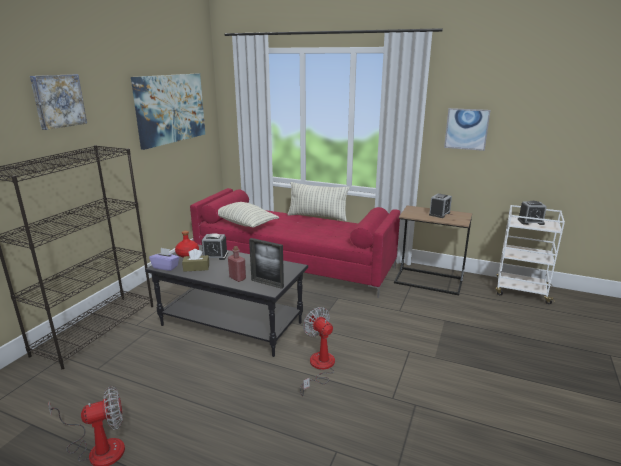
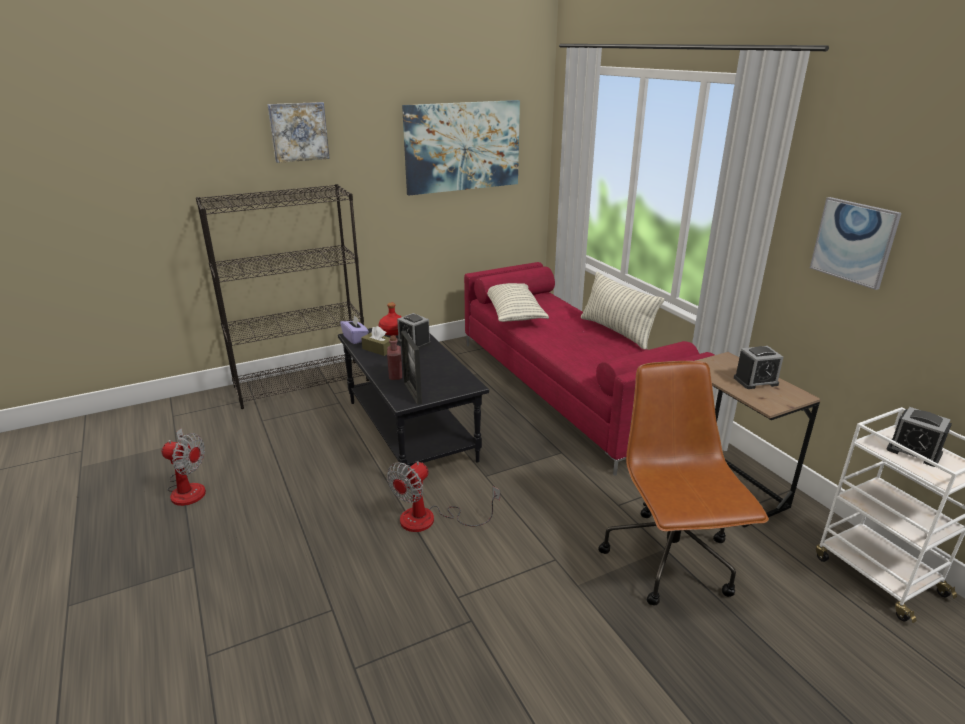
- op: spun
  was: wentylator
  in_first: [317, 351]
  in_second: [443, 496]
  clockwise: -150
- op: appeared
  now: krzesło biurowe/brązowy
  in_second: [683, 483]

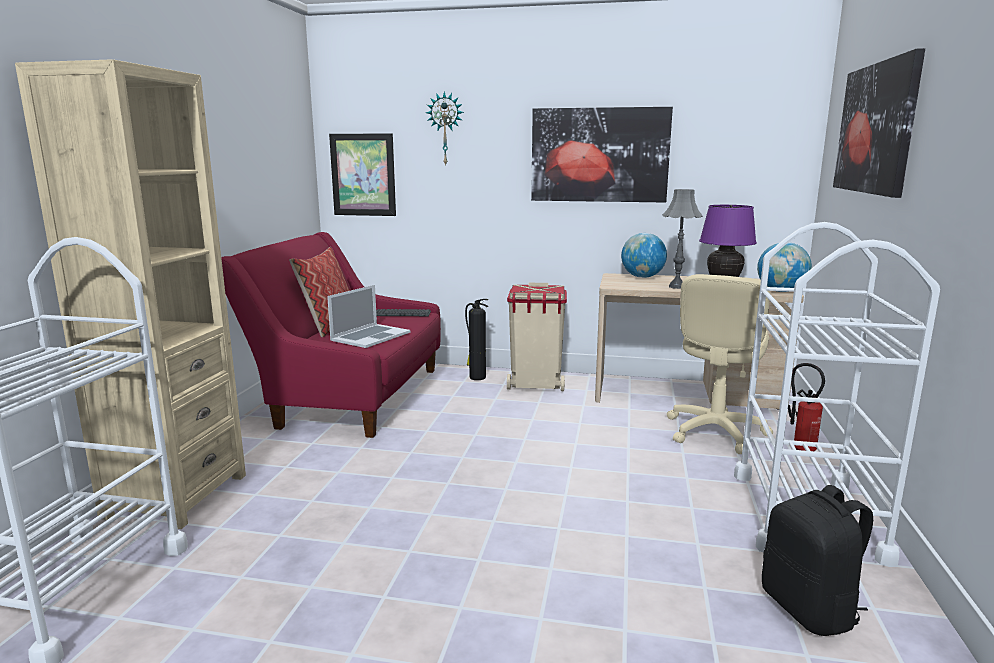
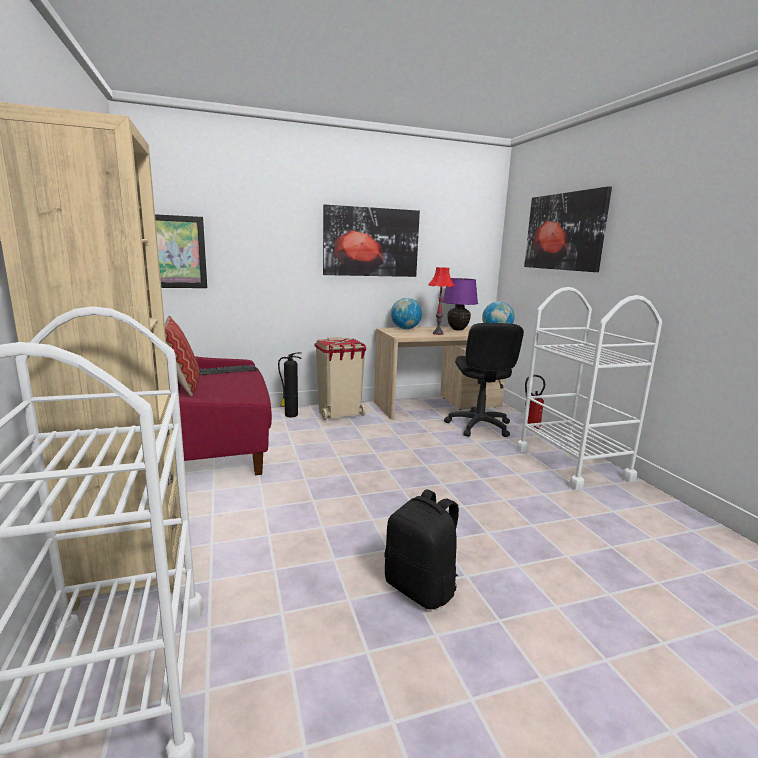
- op: relocated
  was: plecak/czarny
  in_first: [817, 560]
  in_second: [422, 549]
- op: colour
  was: lampa stołowa/szary
  now: lampa stołowa/czerwony
  in_first: [682, 239]
  in_second: [442, 301]
- op: colour
  was: krzesło biurowe/beżowy
  now: krzesło biurowe/czarny
  in_first: [720, 364]
  in_second: [484, 380]
- op: missing
  was: laptop
  in_first: [368, 316]
- op: missing
  was: zegar ścienny
  in_first: [445, 128]

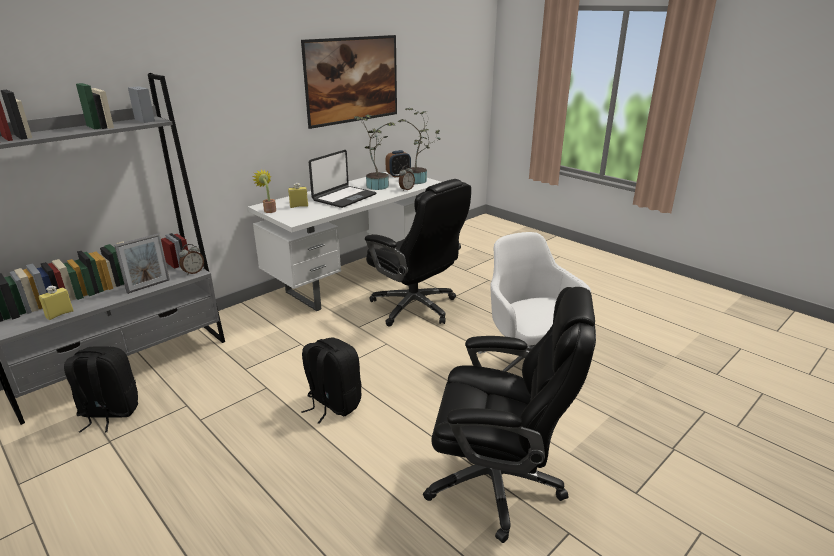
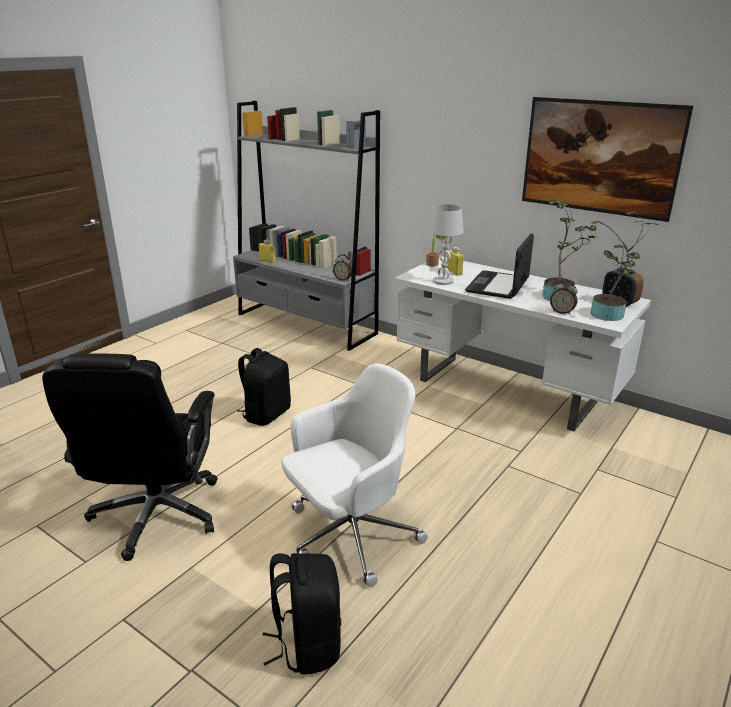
- op: relocated
  was: plecak/czarny
  in_first: [101, 389]
  in_second: [301, 614]
- op: appeared
  now: lampa stołowa/biały
  in_second: [446, 244]
- op: spun
  was: laptop
  in_first: [343, 179]
  in_second: [499, 266]
  clockwise: 90
- op: missing
  was: ramka na zdjęcie
  in_first: [142, 263]
- op: missing
  was: krzesło biurowe/czarny
  in_first: [418, 252]

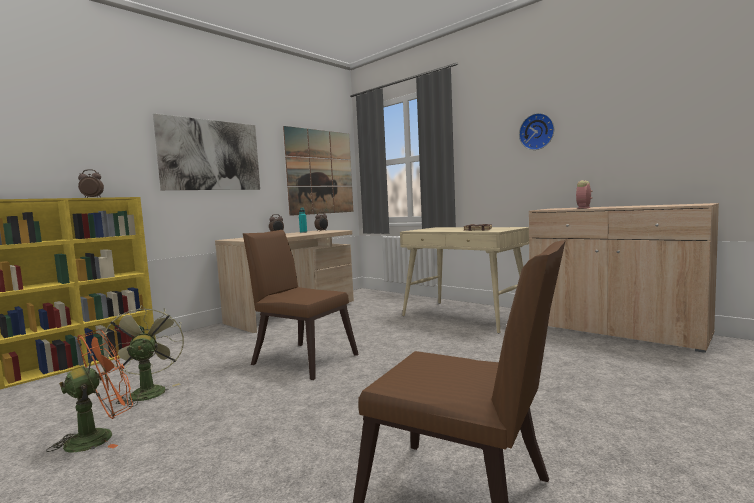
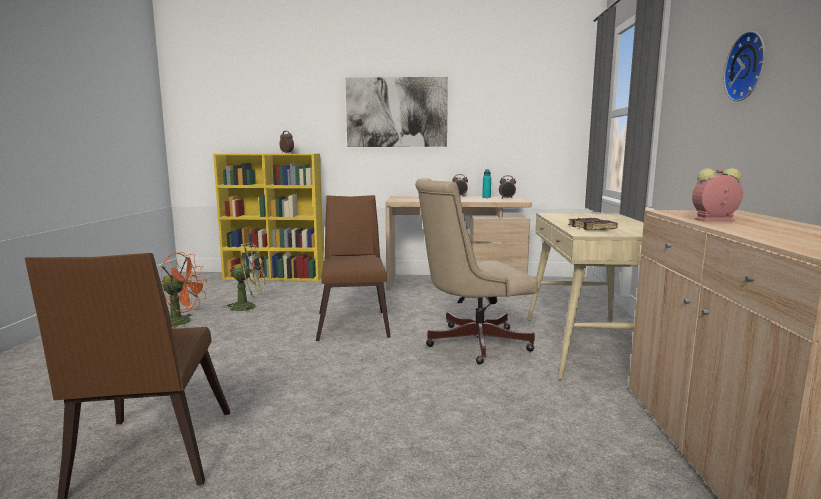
- op: spun
  was: wentylator/zielony
  in_first: [143, 356]
  in_second: [244, 278]
  clockwise: 45
- op: appeared
  now: krzesło biurowe/beżowy
  in_second: [476, 271]
- op: missing
  was: obraz
  in_first: [318, 171]

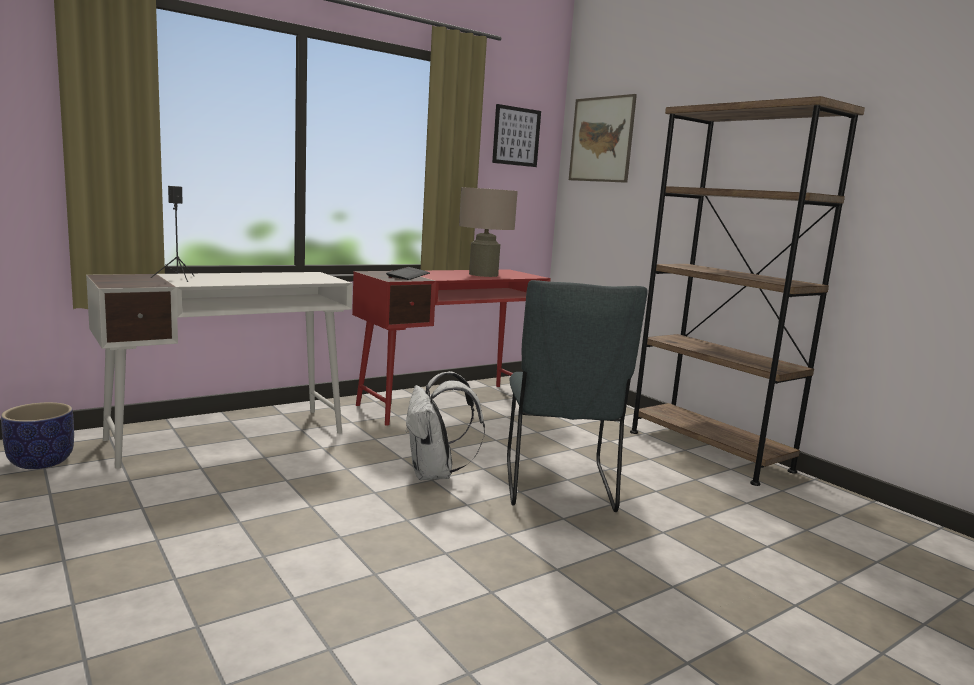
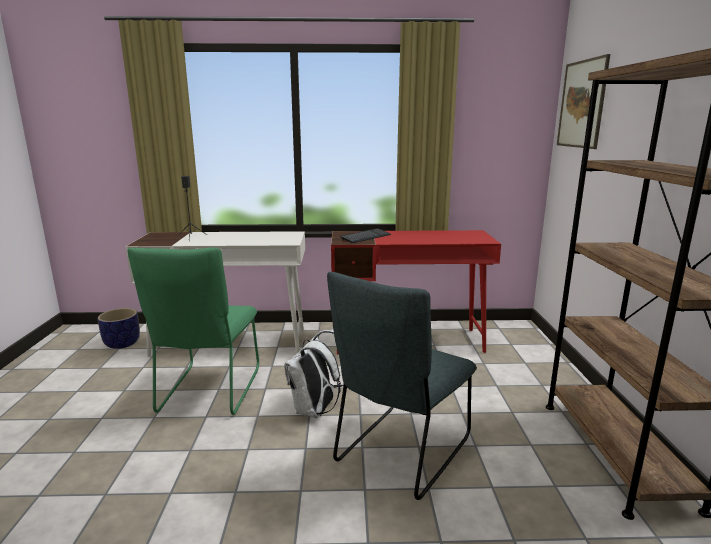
- op: appeared
  now: krzesło/zielony
  in_second: [193, 331]
- op: missing
  was: lampa stołowa/beżowy
  in_first: [488, 232]
- op: missing
  was: obraz
  in_first: [516, 135]

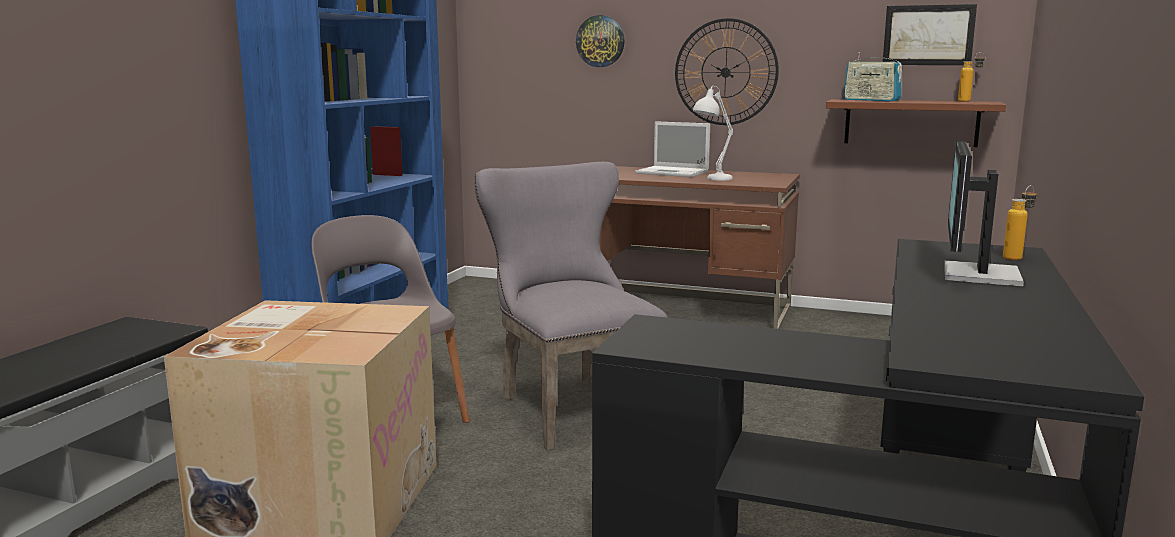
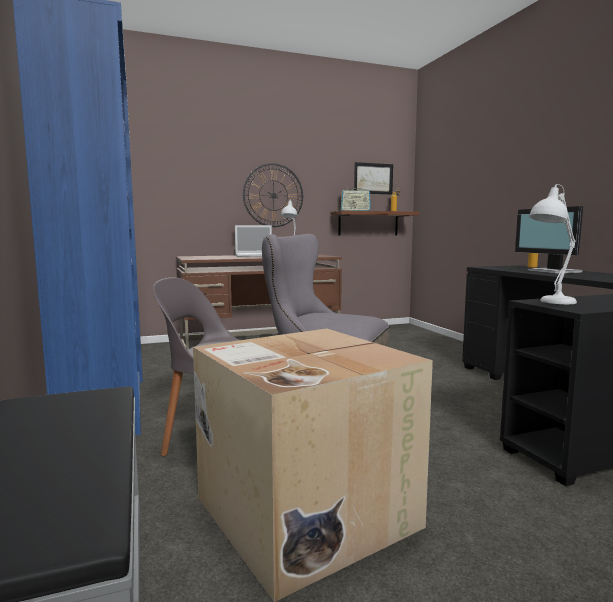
- op: appeared
  now: lampa stołowa/biały
  in_second: [553, 244]
- op: missing
  was: zegar ścienny
  in_first: [600, 41]

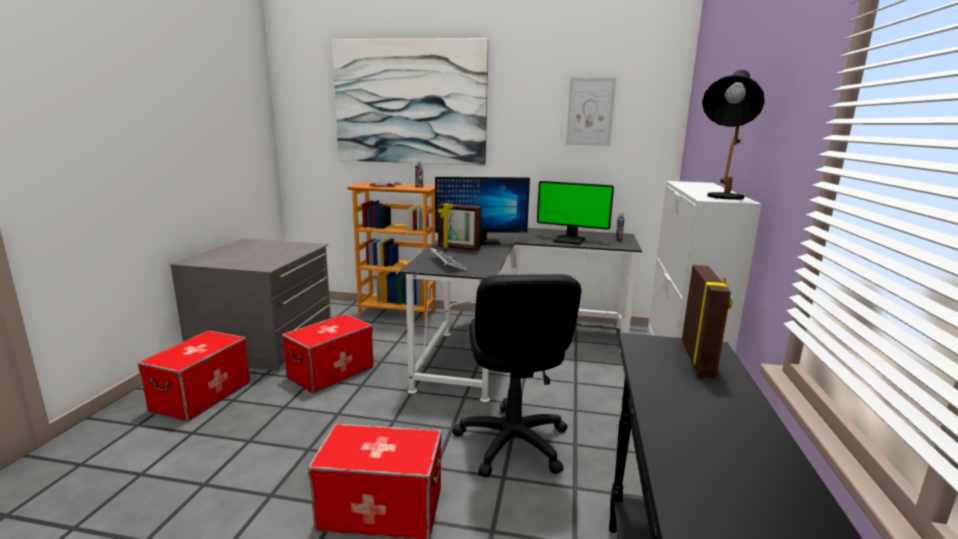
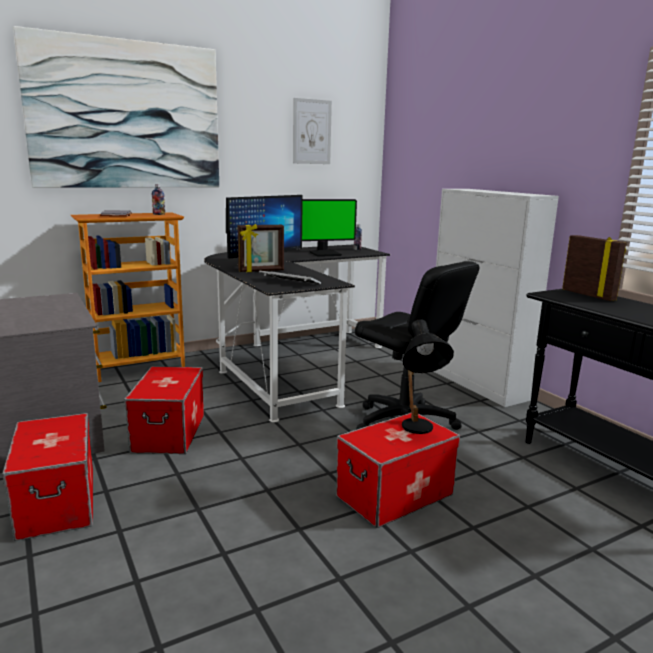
- op: relocated
  was: lampa stołowa/czarny
  in_first: [733, 135]
  in_second: [428, 376]

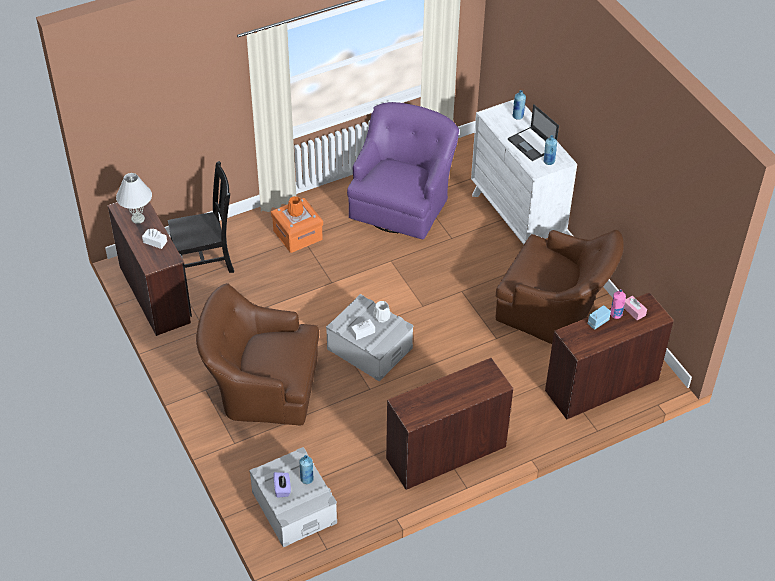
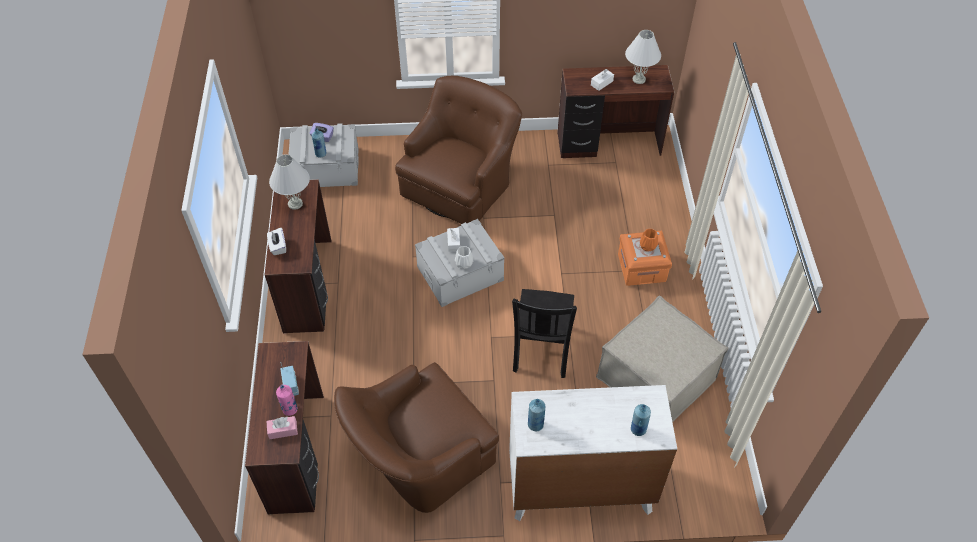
- op: appeared
  now: pudełko chusteczek/biały
  in_second: [276, 241]
- op: appeared
  now: lampa stołowa/biały
  in_second: [289, 182]
- op: relocated
  was: krzesło/czarny
  in_first: [201, 217]
  in_second: [544, 333]
- op: exchanged
  was: fotel/fioletowy
  now: pufa/beżowy
  in_first: [403, 170]
  in_second: [662, 359]
- op: missing
  was: laptop
  in_first: [533, 132]

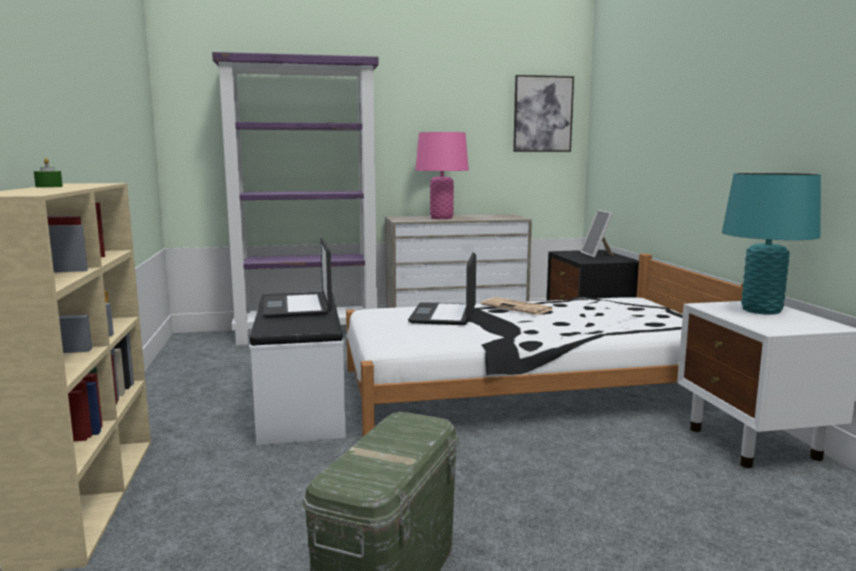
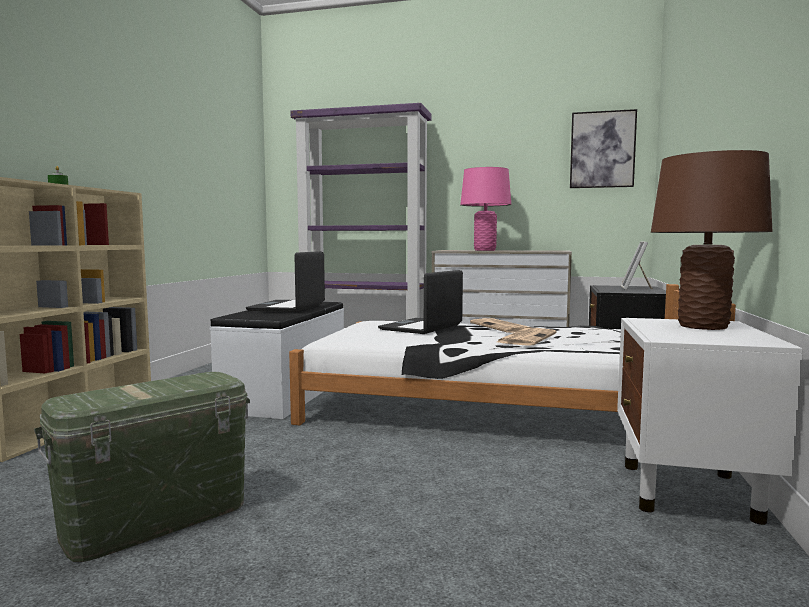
- op: appeared
  now: gazeta
  in_second: [527, 337]
- op: colour
  was: lampa stołowa/turkusowy
  now: lampa stołowa/brązowy
  in_first: [771, 244]
  in_second: [711, 240]

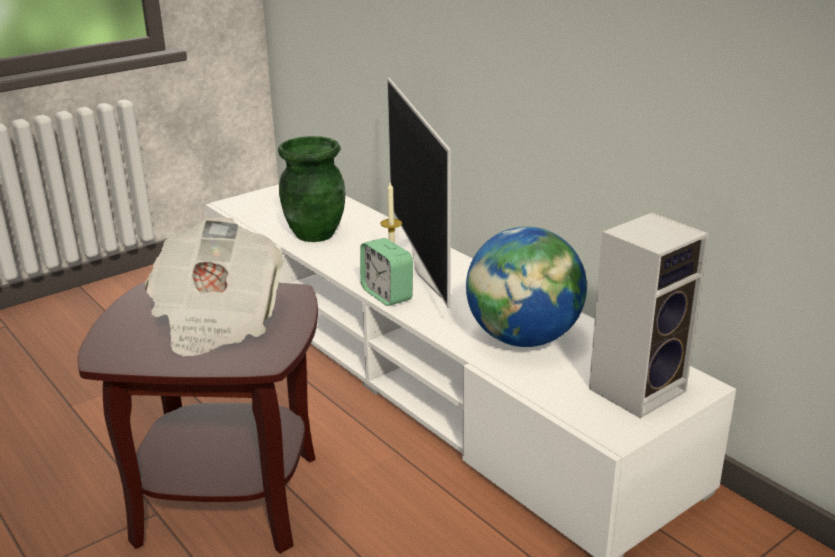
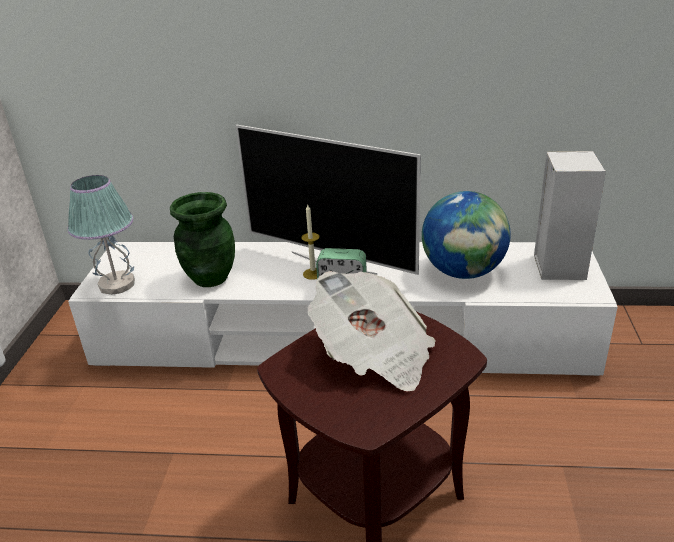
- op: appeared
  now: lampa stołowa
  in_second: [101, 235]

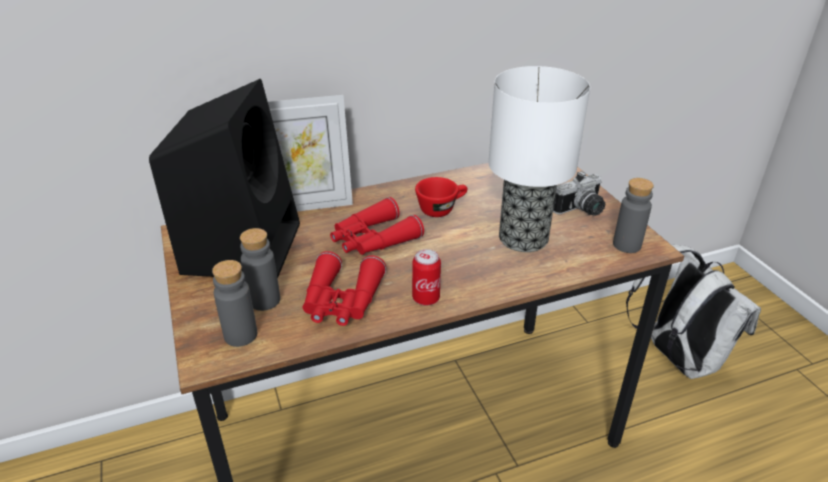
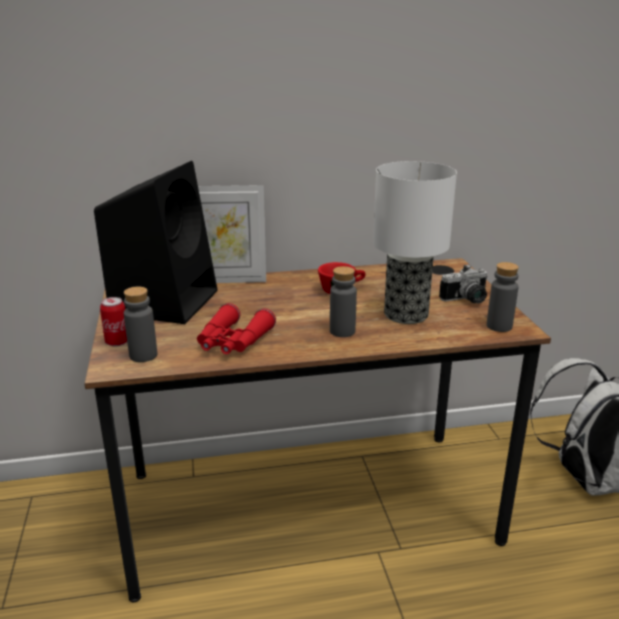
- op: relocated
  was: puszka
  in_first: [426, 277]
  in_second: [113, 321]
- op: relocated
  was: butelka/szary
  in_first: [260, 269]
  in_second: [343, 301]
- op: missing
  was: lornetka/czerwony
  in_first: [377, 226]

